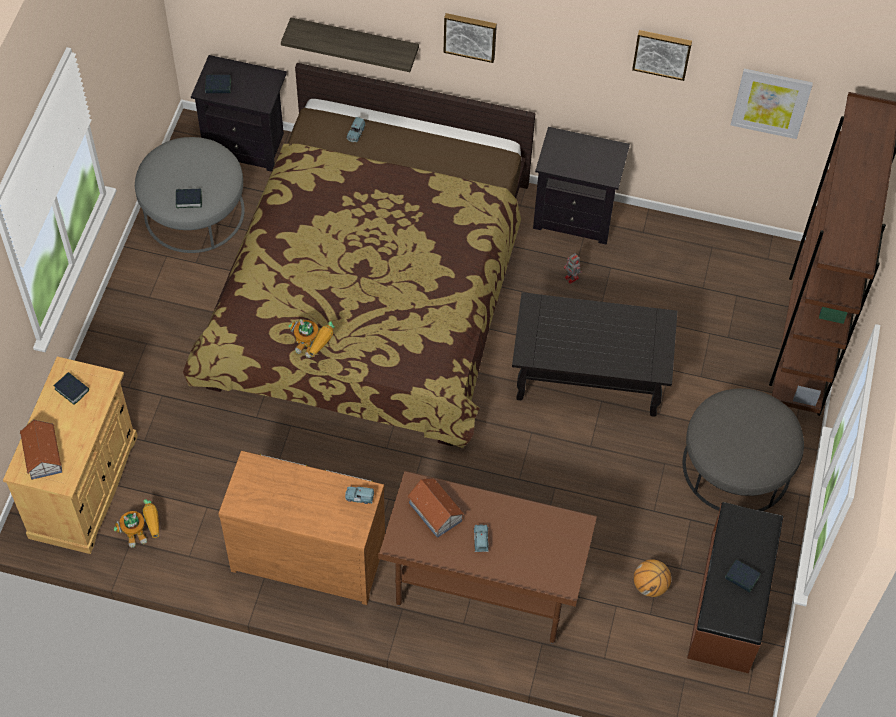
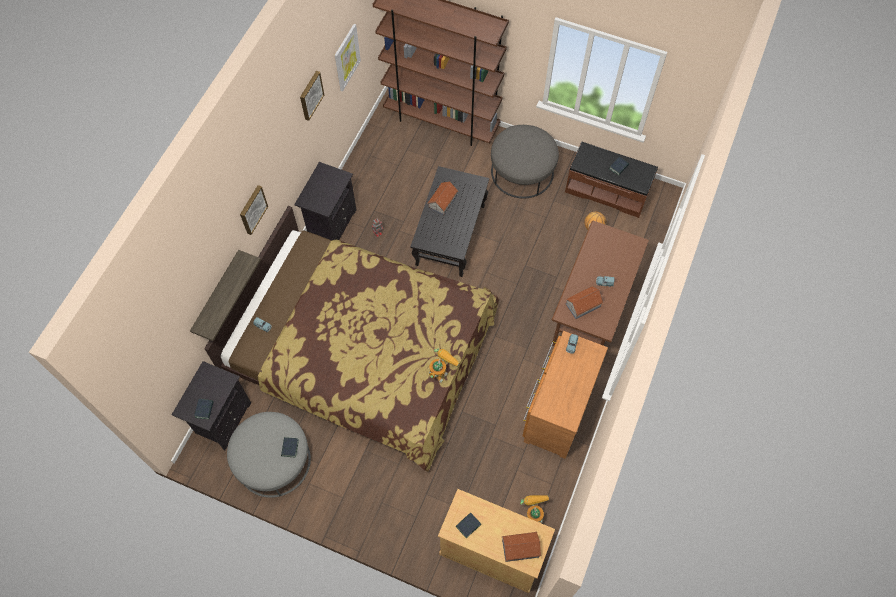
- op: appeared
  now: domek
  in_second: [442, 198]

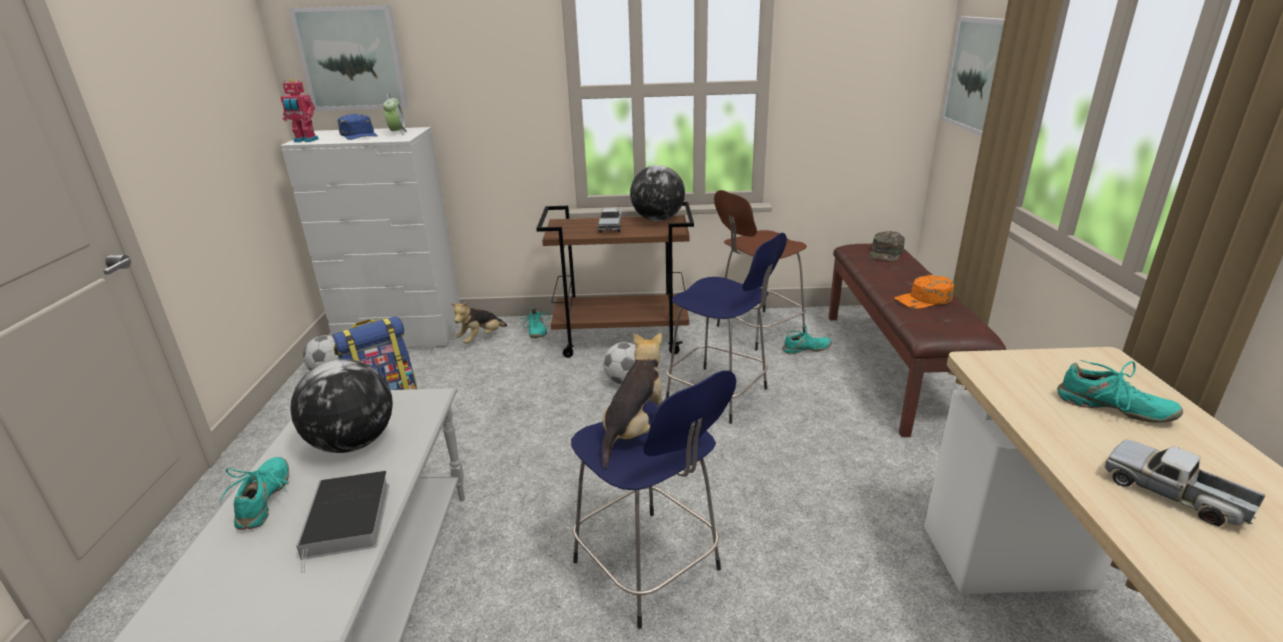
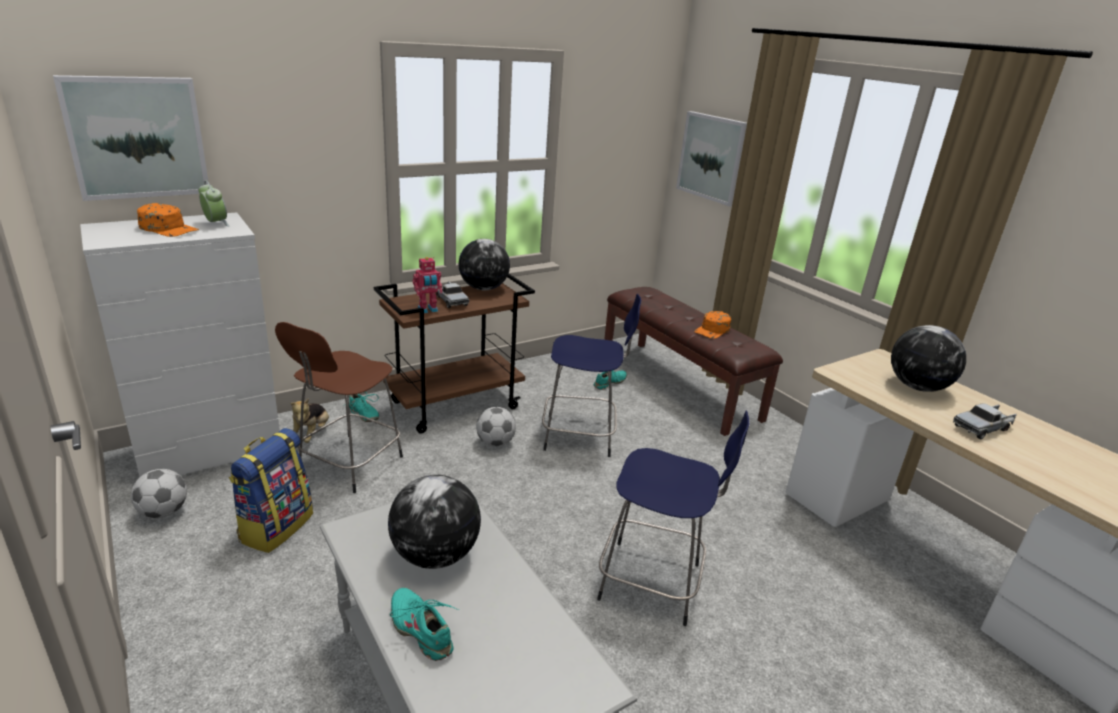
- op: colour
  was: czapka z daszkiem/niebieski
  now: czapka z daszkiem/pomarańczowy
  in_first: [357, 127]
  in_second: [168, 220]
- op: relocated
  was: stołek/brązowy
  in_first: [760, 270]
  in_second: [339, 407]
- op: relocated
  was: robot zabawkowy
  in_first: [300, 110]
  in_second: [427, 285]
- op: exchanged
  was: but/turkusowy
  now: globus
  in_first: [1120, 391]
  in_second: [928, 358]
- op: spun
  was: ciężarówka zabawkowa
  in_first: [1184, 483]
  in_second: [985, 421]
  clockwise: -45
- op: missing
  was: książka
  in_first: [343, 522]
- op: missing
  was: pluszak
  in_first: [632, 401]
- op: missing
  was: czapka z daszkiem/zielony
  in_first: [887, 246]

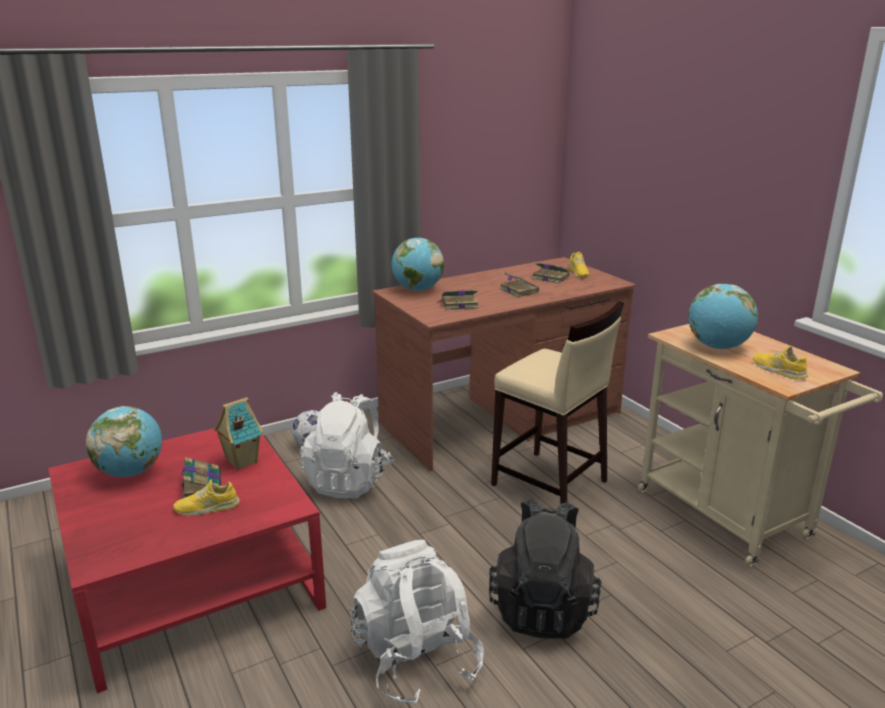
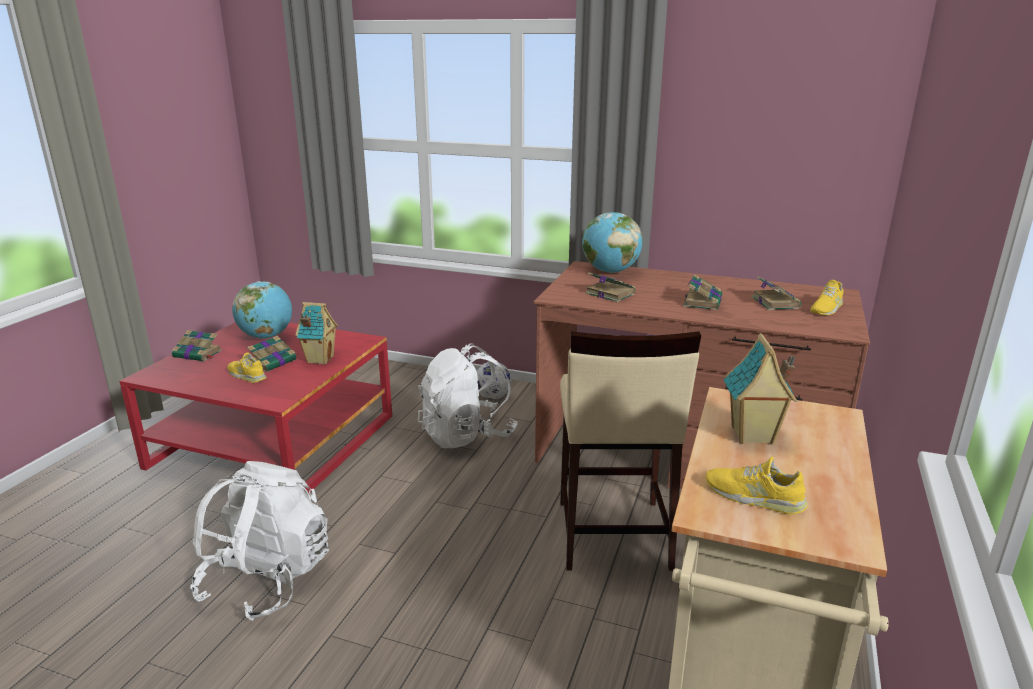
- op: appeared
  now: książka
  in_second: [197, 346]
- op: spun
  was: but/żółty
  in_first: [780, 363]
  in_second: [757, 486]
  clockwise: -75
- op: exchanged
  was: globus
  now: domek
  in_first: [723, 316]
  in_second: [760, 389]
- op: missing
  was: plecak/czarny
  in_first: [545, 568]

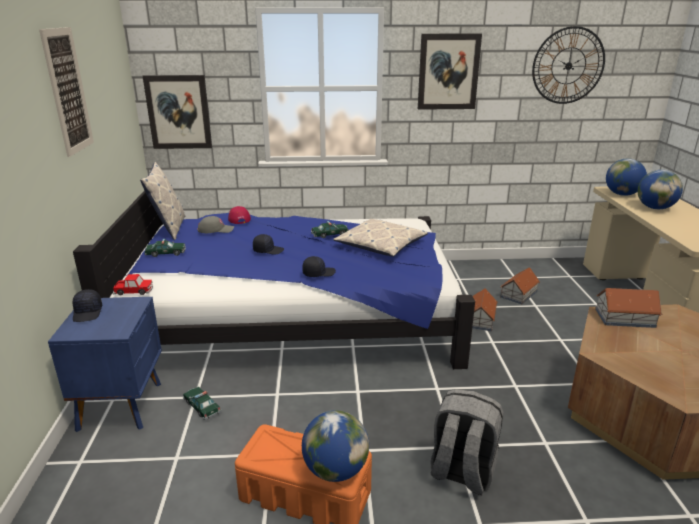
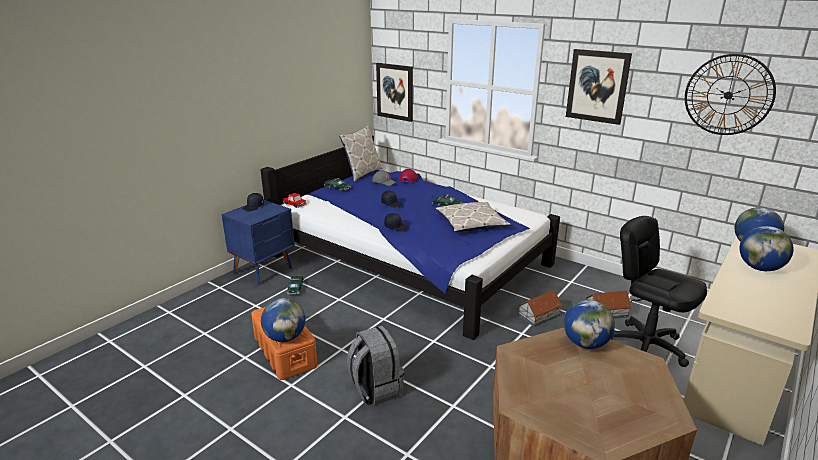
- op: exchanged
  was: domek
  now: globus
  in_first: [629, 308]
  in_second: [589, 324]
- op: appeared
  now: krzesło biurowe/czarny
  in_second: [659, 291]
- op: missing
  was: obraz
  in_first: [66, 92]

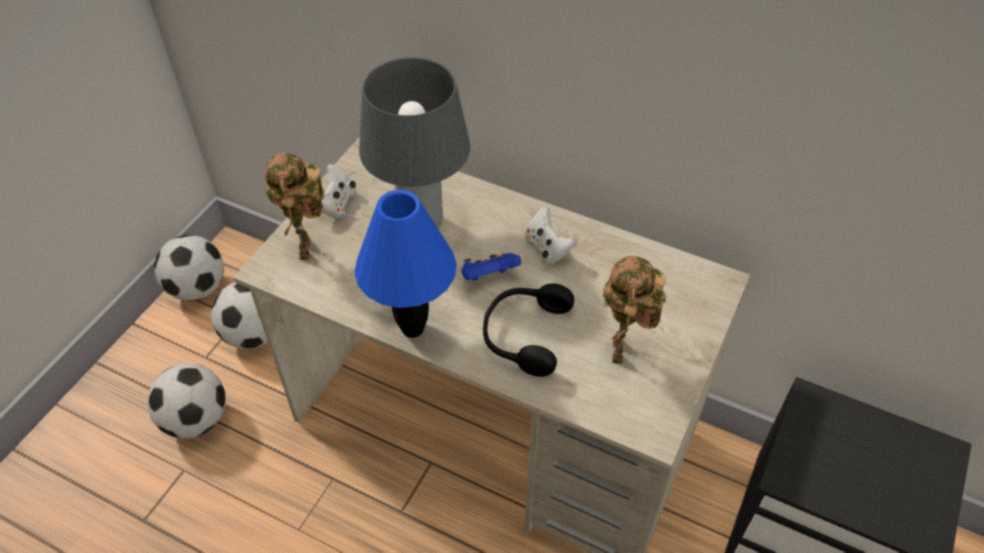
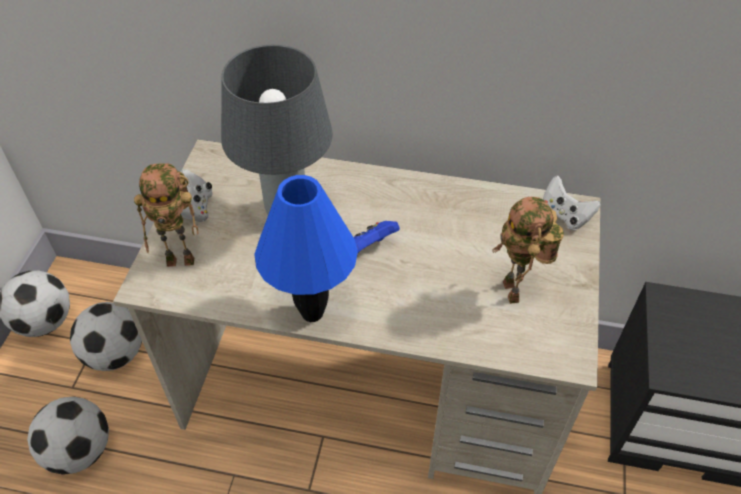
- op: spun
  was: robot zabawkowy
  in_first: [295, 206]
  in_second: [166, 215]
  clockwise: -75
- op: relocated
  was: pad do gier/biały
  in_first: [551, 235]
  in_second: [572, 203]
- op: missing
  was: słuchawki/czarny
  in_first: [528, 330]

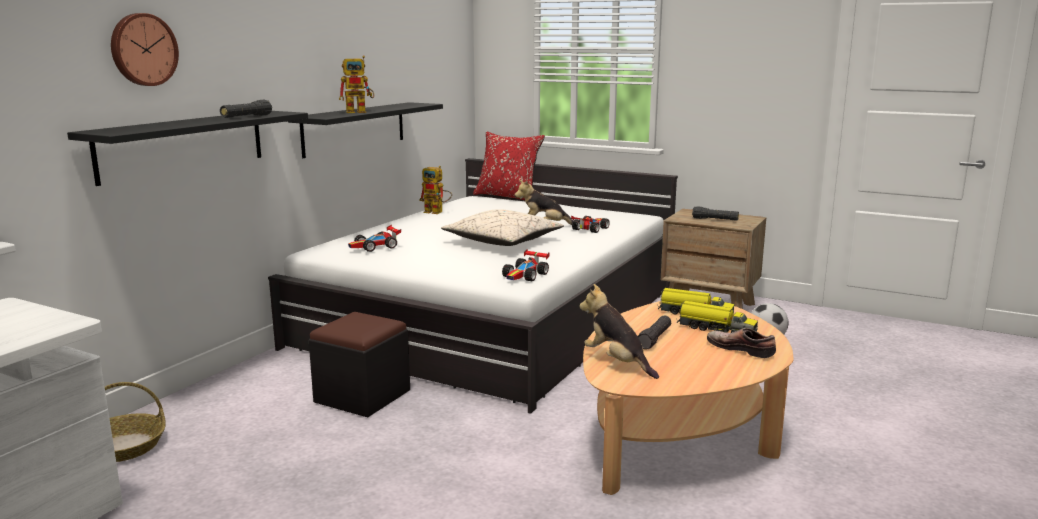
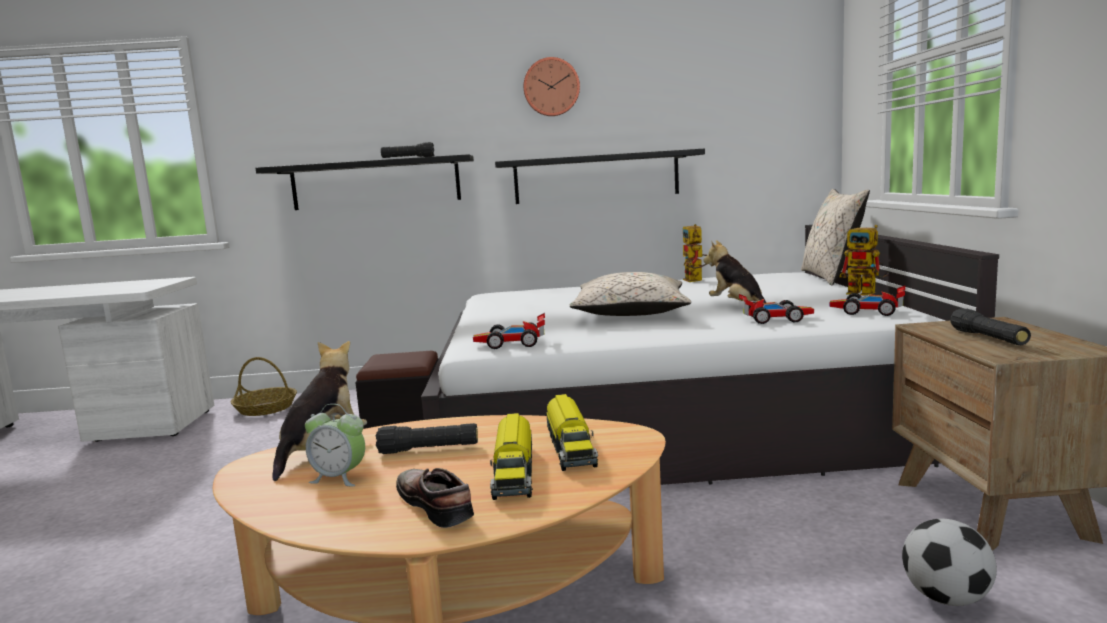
- op: appeared
  now: budzik
  in_second: [335, 445]
- op: spun
  was: but
  in_first: [741, 343]
  in_second: [435, 498]
  clockwise: -45
- op: relocated
  was: zegar ścienny
  in_first: [145, 49]
  in_second: [552, 86]
- op: colour
  was: poduszka/czerwony
  now: poduszka/beżowy
  in_first: [509, 166]
  in_second: [835, 237]
- op: relocated
  was: samochodzik
  in_first: [374, 238]
  in_second: [867, 301]
- op: relocated
  was: robot zabawkowy
  in_first: [356, 84]
  in_second: [864, 260]

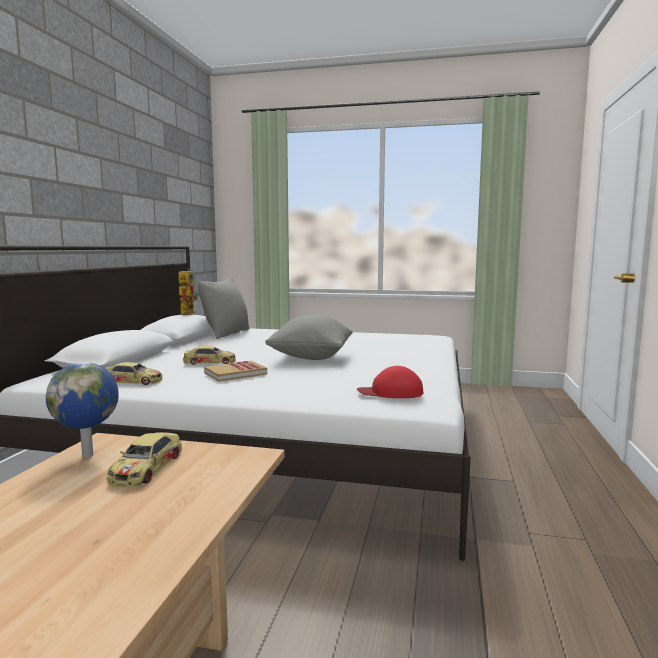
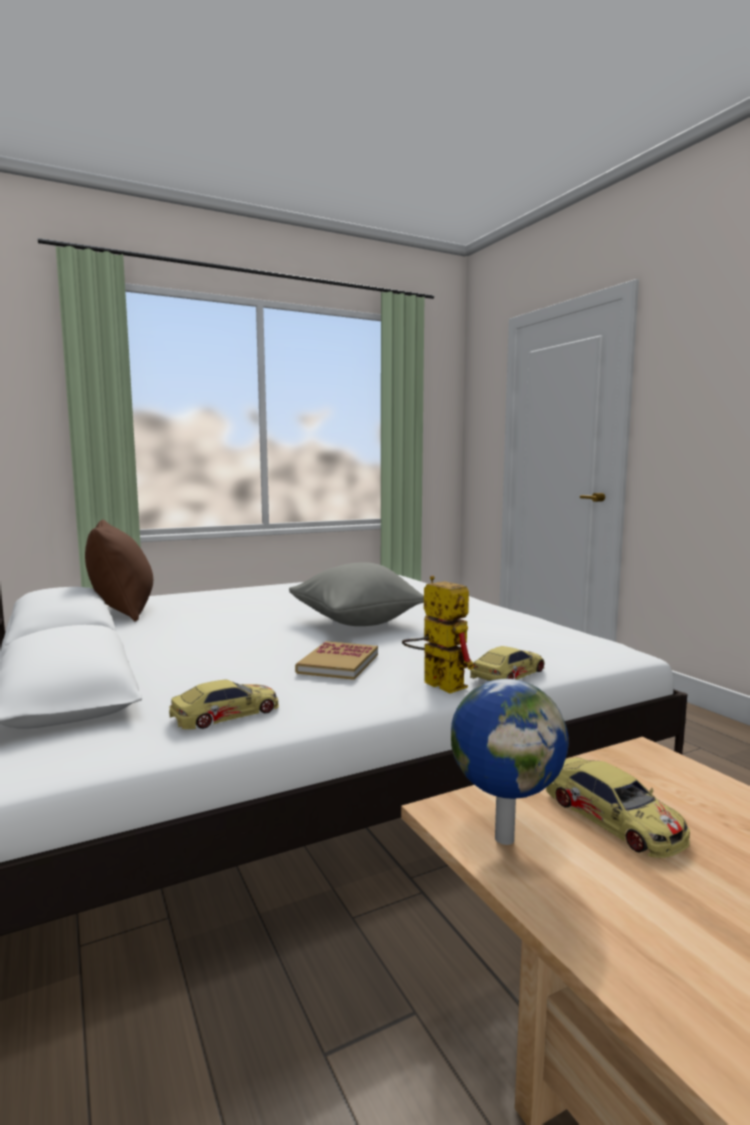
- op: colour
  was: poduszka/szary
  now: poduszka/brązowy
  in_first: [223, 308]
  in_second: [119, 570]
- op: relocated
  was: robot zabawkowy
  in_first: [188, 291]
  in_second: [438, 634]
- op: relocated
  was: samochodzik
  in_first: [209, 355]
  in_second: [507, 663]
- op: missing
  was: czapka z daszkiem/czerwony
  in_first: [390, 382]

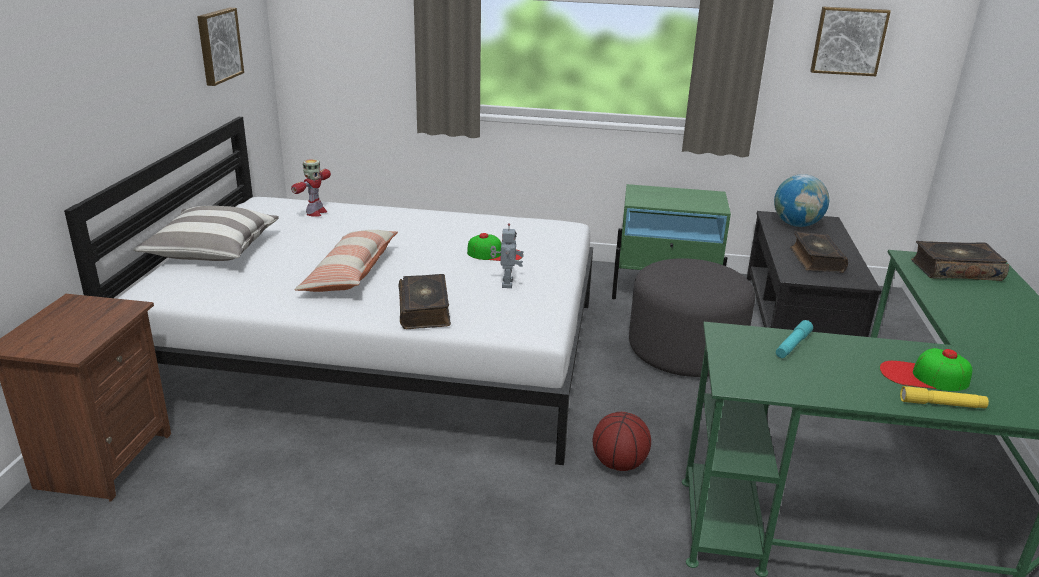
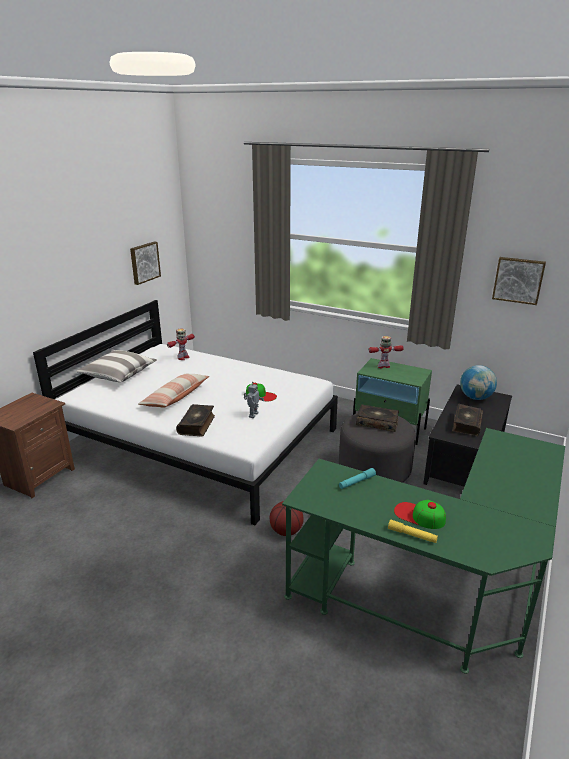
- op: relocated
  was: książka
  in_first: [960, 261]
  in_second: [377, 418]
- op: appeared
  now: robot zabawkowy
  in_second: [386, 352]

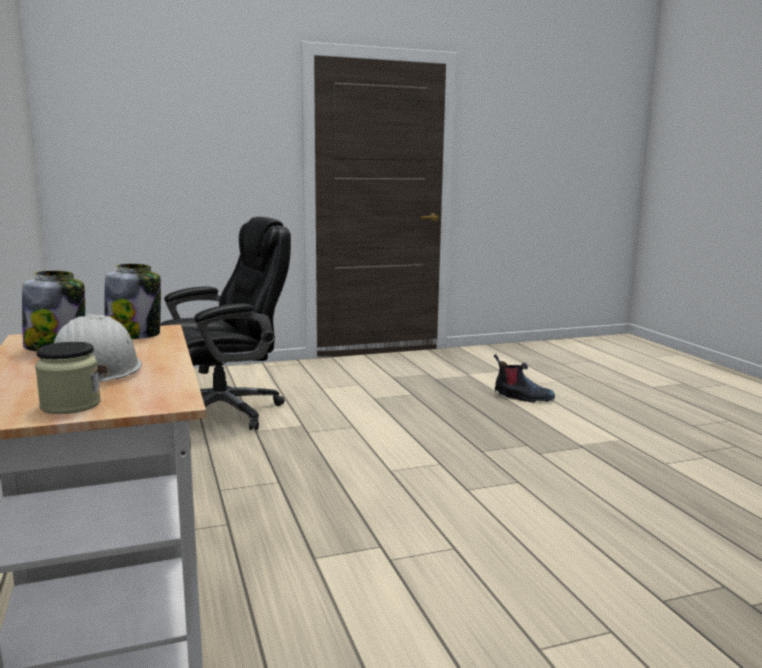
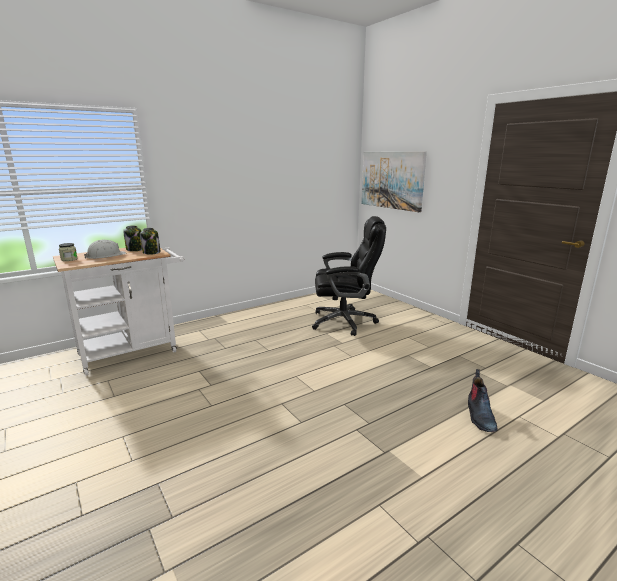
- op: spun
  was: krzesło biurowe/czarny
  in_first: [225, 323]
  in_second: [349, 276]
  clockwise: -45
- op: appeared
  now: obraz
  in_second: [394, 181]

